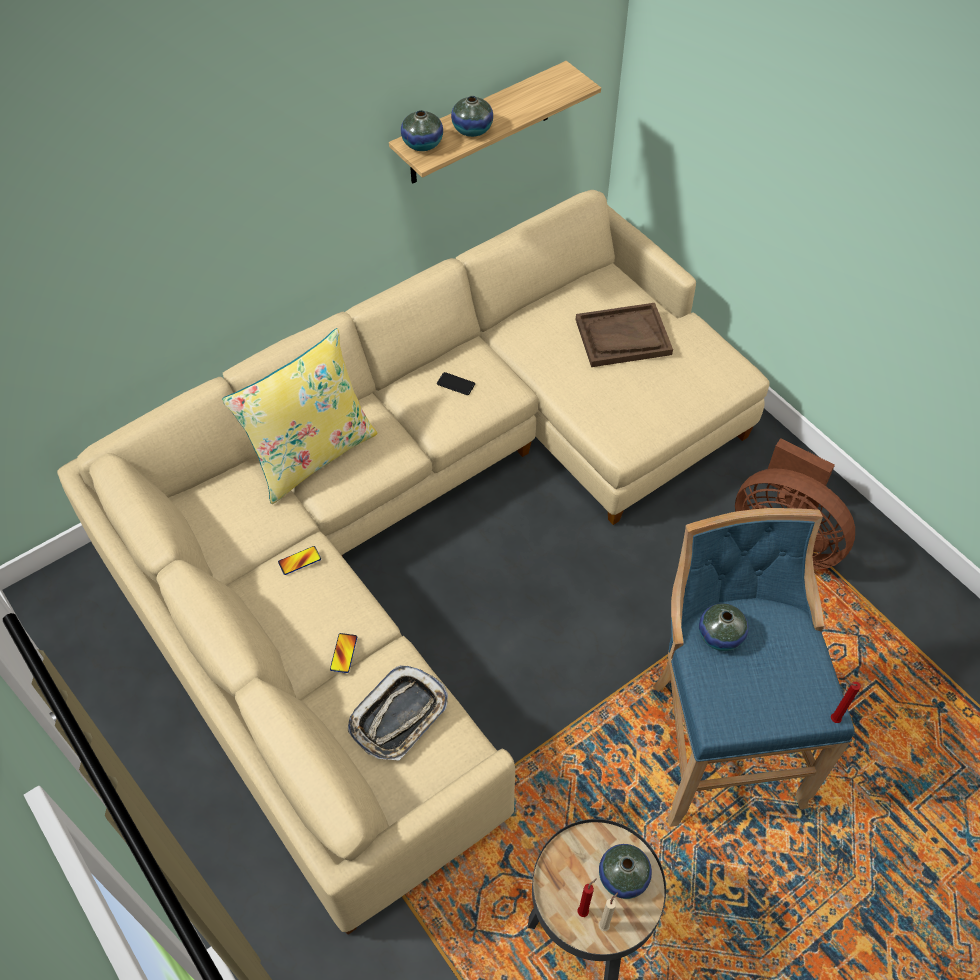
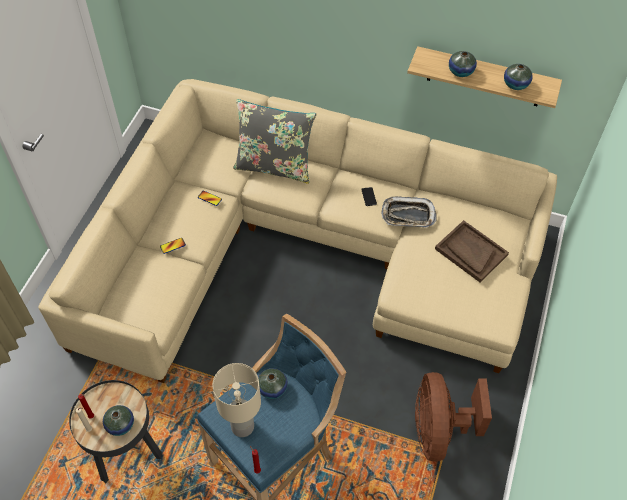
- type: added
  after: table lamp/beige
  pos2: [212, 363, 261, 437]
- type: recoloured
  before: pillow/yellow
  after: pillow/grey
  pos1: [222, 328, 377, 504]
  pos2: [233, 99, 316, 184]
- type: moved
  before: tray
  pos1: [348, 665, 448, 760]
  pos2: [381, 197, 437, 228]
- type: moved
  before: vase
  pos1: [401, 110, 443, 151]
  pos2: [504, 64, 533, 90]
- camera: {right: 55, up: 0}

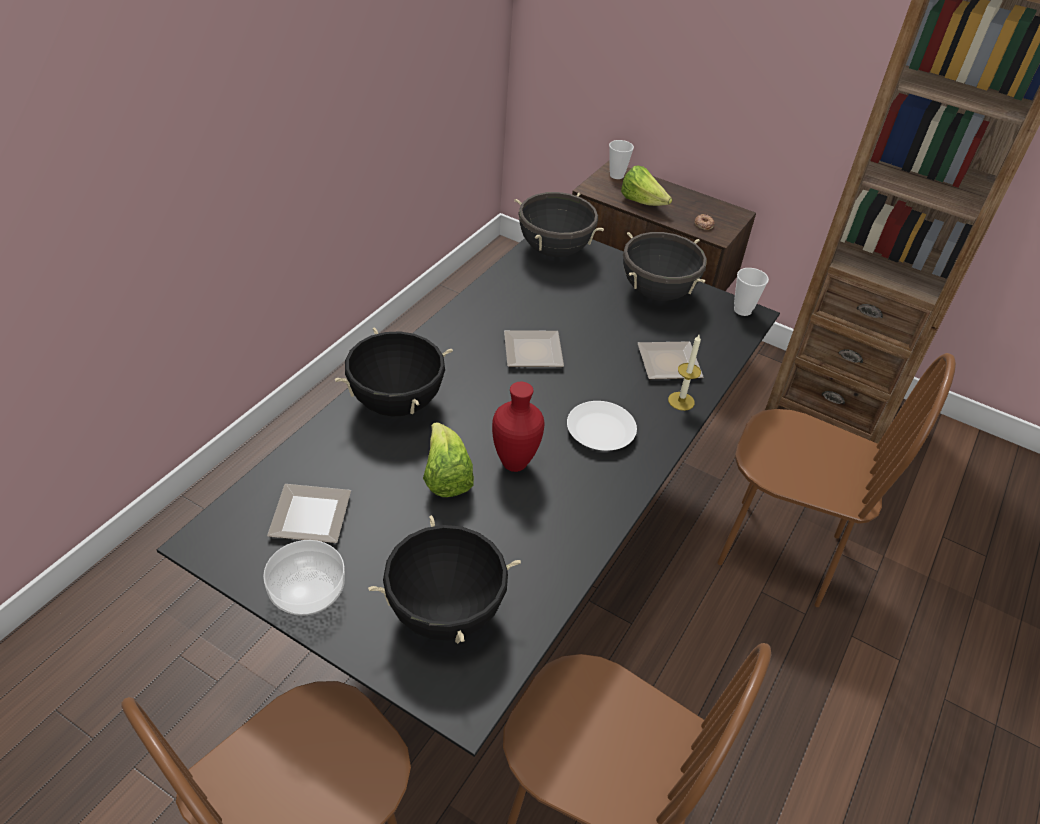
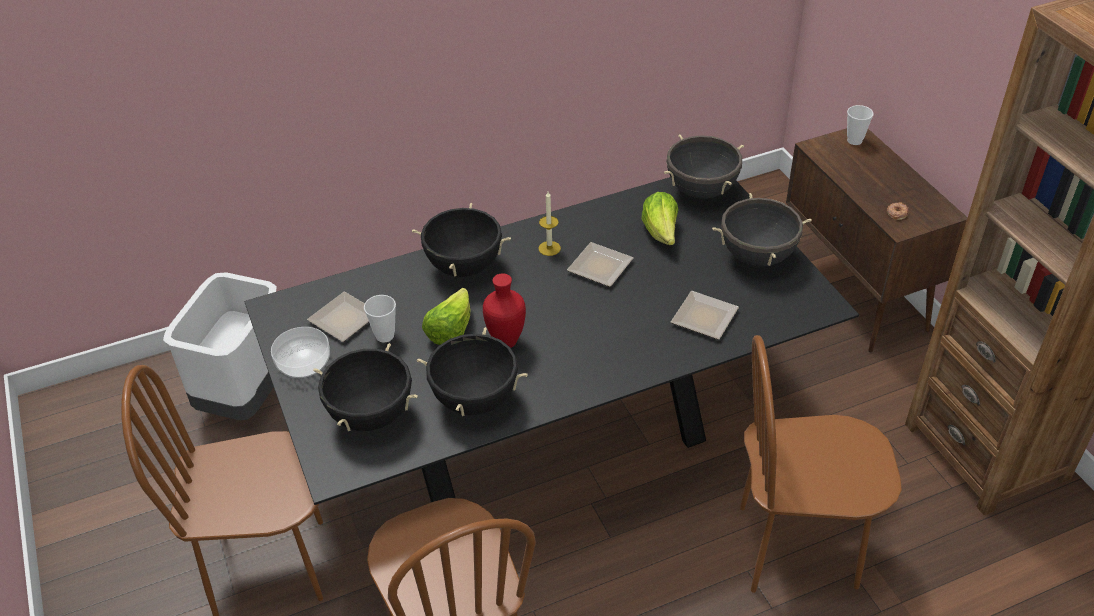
- type: added
  after: trash can/white
  pos2: [163, 272, 277, 420]
- type: moved
  before: cup
  pos1: [734, 268, 769, 316]
  pos2: [364, 295, 396, 342]
- type: added
  after: cooking pot/black
  pos2: [417, 327, 528, 416]
- type: moved
  before: candle
  pos1: [668, 335, 701, 411]
  pos2: [539, 192, 561, 256]
- type: moved
  before: lettuce
  pos1: [621, 166, 672, 206]
  pos2: [642, 192, 678, 245]
- type: turned
  before: chair/brown
  pos1: [717, 353, 956, 607]
  pos2: [740, 335, 902, 593]
  turn: 120
- type: removed
  before: plate/white
  pos1: [567, 401, 637, 451]
- camera: {right: 40, up: 0}

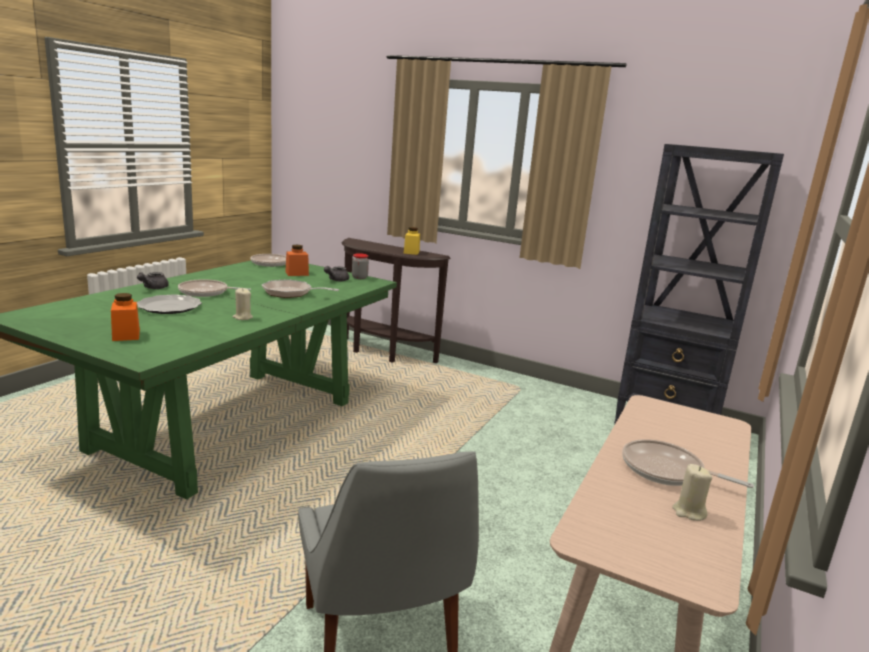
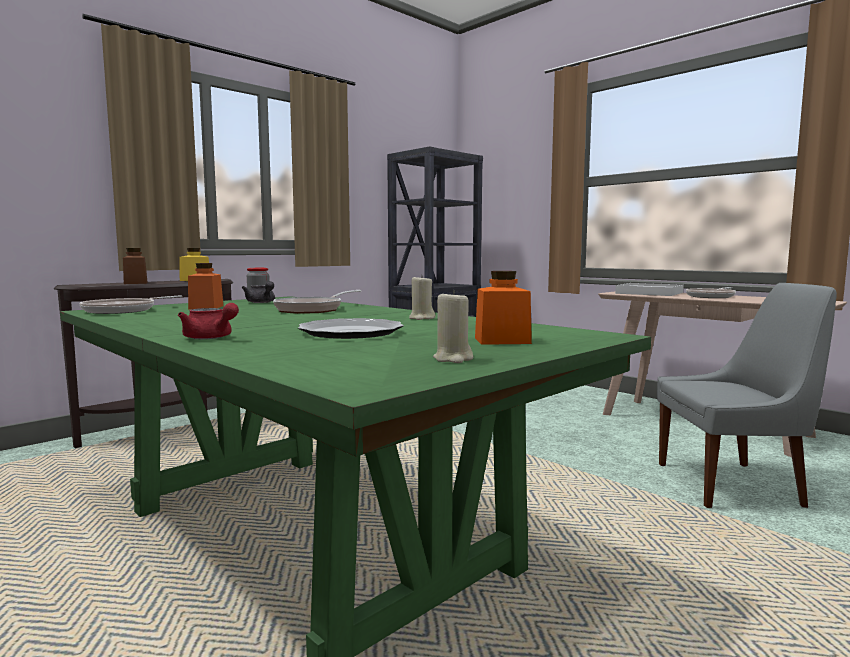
- type: added
  after: jar/brown
  pos2: [123, 248, 147, 284]
- type: recoloured
  before: teapot/grey
  after: teapot/red
  pos1: [137, 272, 169, 289]
  pos2: [178, 303, 239, 339]
- type: moved
  before: candle/beige
  pos1: [672, 464, 712, 521]
  pos2: [433, 290, 474, 363]
- type: added
  after: tray/white
  pos2: [615, 283, 684, 296]
- type: removed
  before: frying pan
  pos1: [178, 279, 251, 297]
- camera: {right: -70, up: -10}

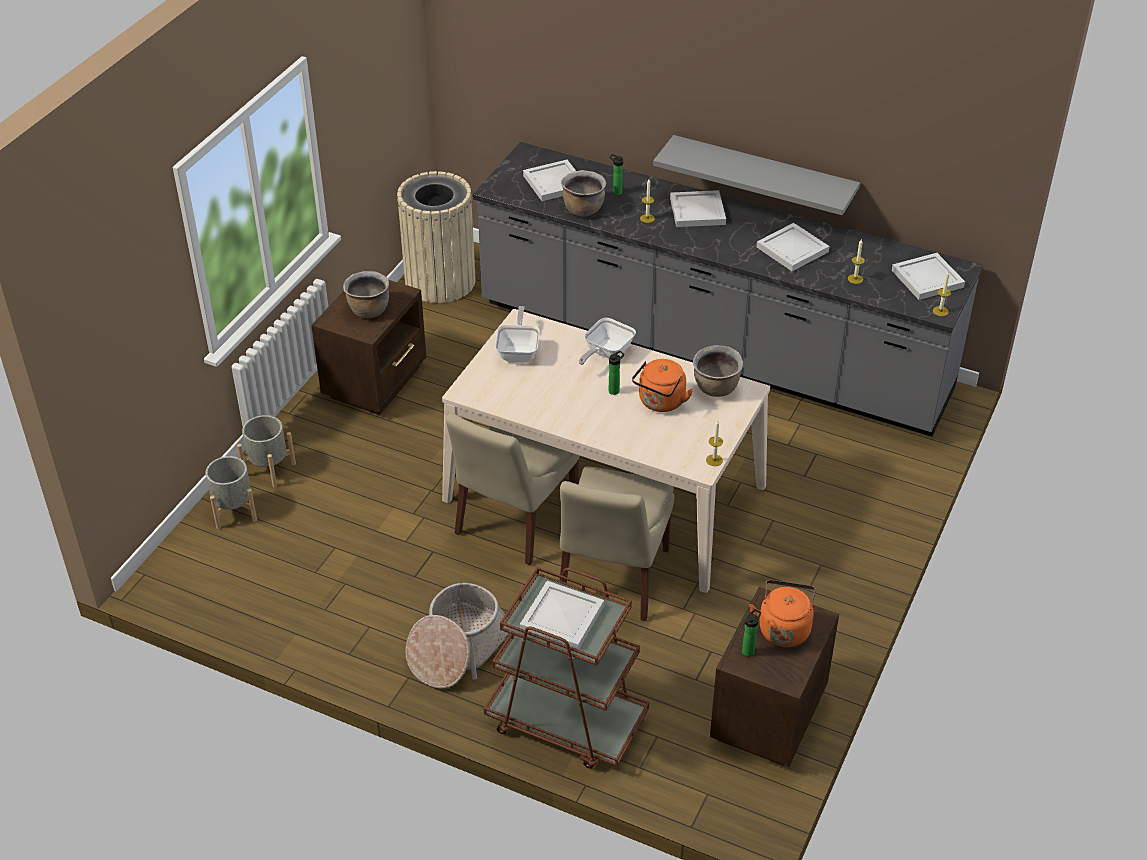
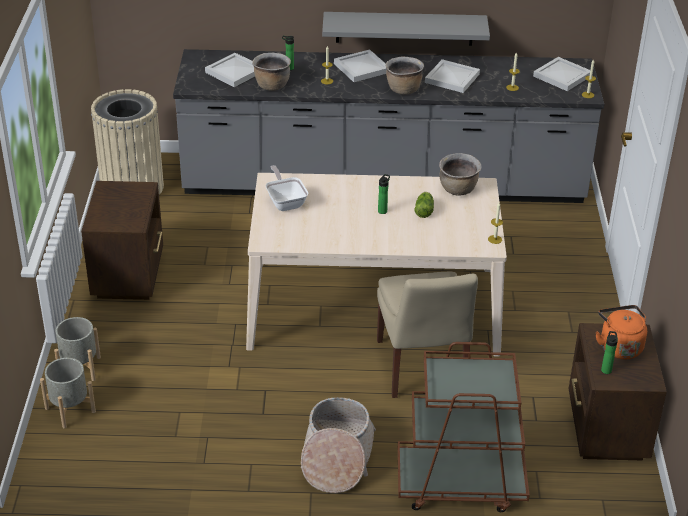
- type: moved
  before: cooking pot/brown
  pos1: [343, 271, 389, 318]
  pos2: [386, 56, 424, 95]
- type: replaced
  before: kettle/orange
  after: lettuce
  pos1: [632, 359, 693, 412]
  pos2: [415, 192, 434, 218]
- type: removed
  before: chair/beige
  pos1: [446, 413, 580, 565]
- type: removed
  before: tray/white
  pos1: [520, 581, 604, 650]
- type: removed
  before: frying pan
  pos1: [579, 318, 636, 365]
- camera: {right: -25, up: -5}

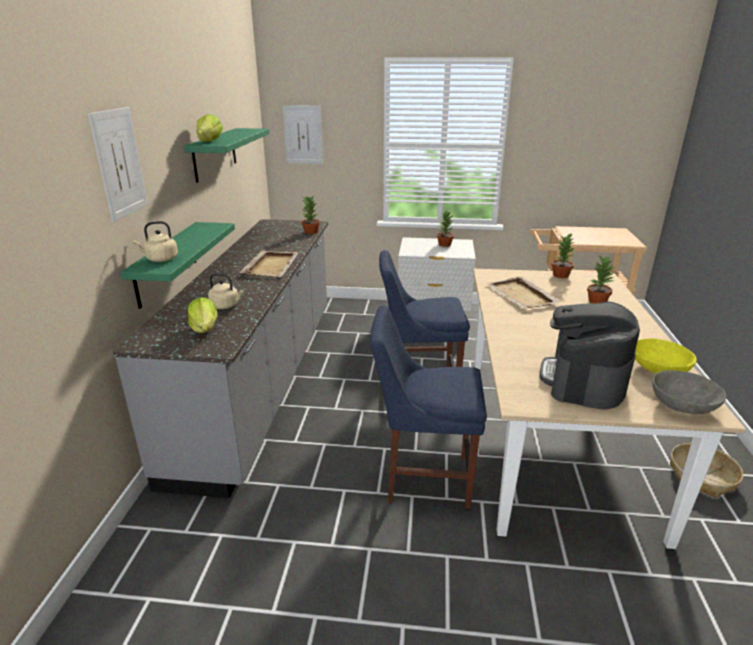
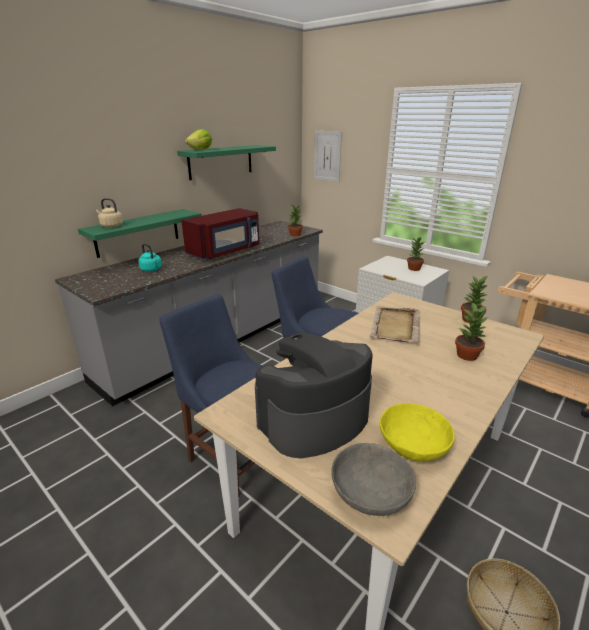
- type: recoloured
  before: kettle/beige
  after: kettle/turquoise
  pos1: [208, 273, 244, 309]
  pos2: [138, 243, 162, 272]
- type: replaced
  before: tray/beige
  after: microwave/red
  pos1: [240, 250, 299, 277]
  pos2: [181, 208, 259, 260]
- type: removed
  before: picture
  pos1: [88, 107, 148, 222]
- type: removed
  before: lettuce
  pos1: [187, 297, 218, 333]
- camera: {right: 35, up: 0}

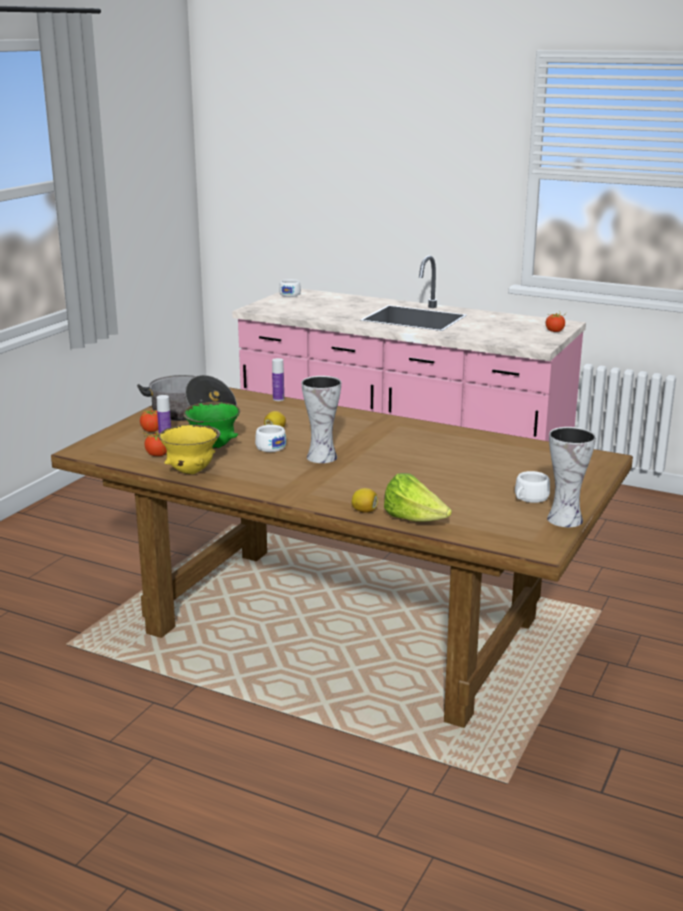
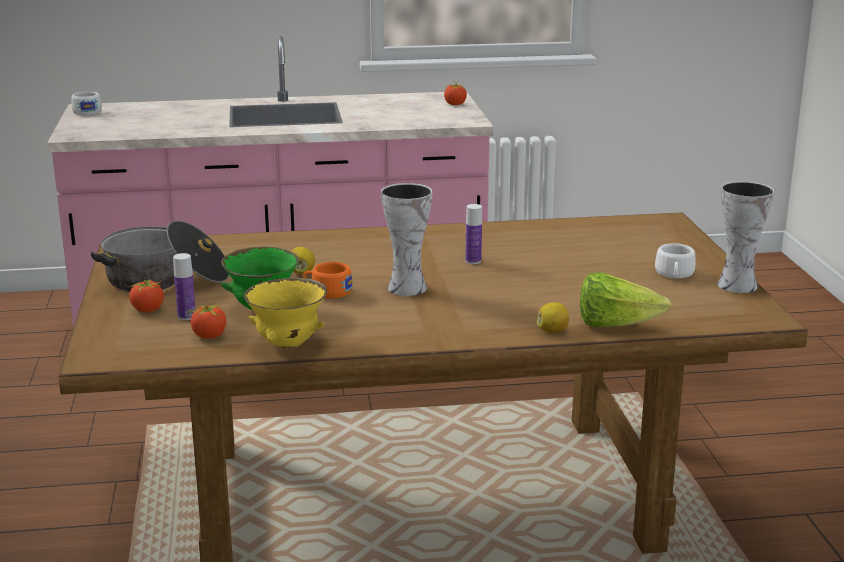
- type: recoloured
  before: cup/white
  after: cup/orange
  pos1: [255, 425, 286, 452]
  pos2: [303, 262, 353, 299]
- type: moved
  before: bottle
  pos1: [272, 358, 284, 401]
  pos2: [465, 204, 482, 264]
- camera: {right: -35, up: 0}

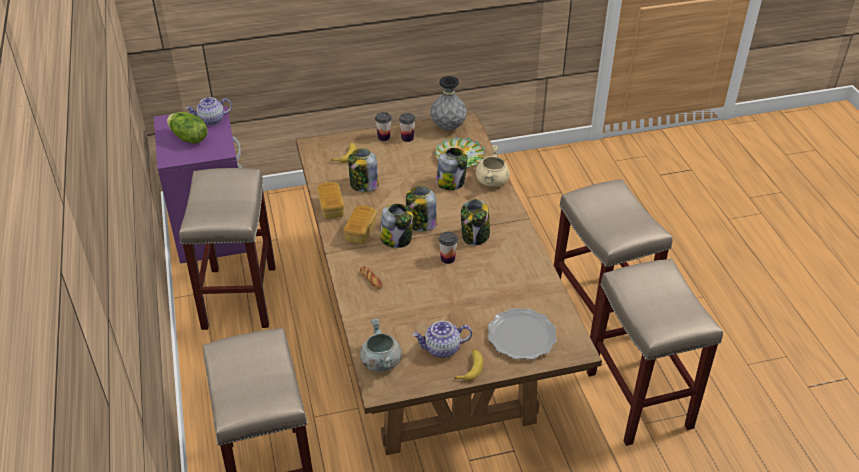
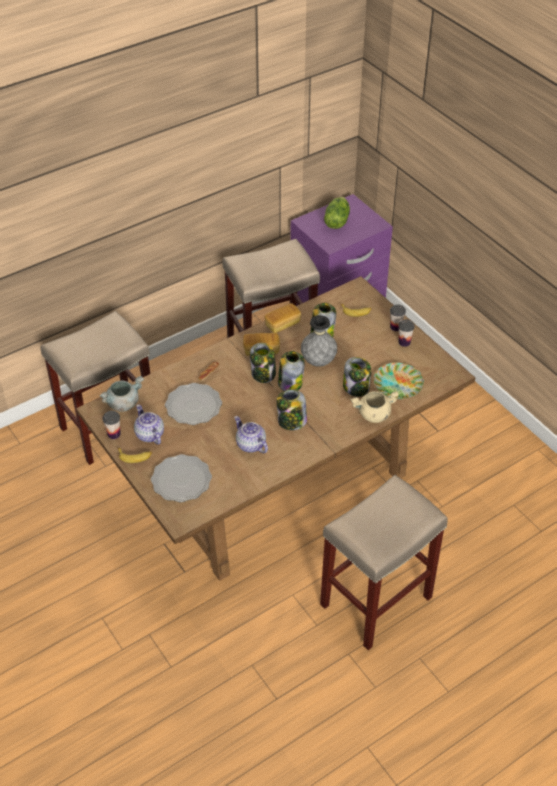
- type: moved
  before: cup
  pos1: [439, 231, 458, 264]
  pos2: [102, 411, 121, 439]
- type: added
  after: plate
  pos2: [165, 383, 222, 425]
- type: moved
  before: teapot
  pos1: [186, 97, 232, 125]
  pos2: [234, 416, 268, 453]
- type: moved
  before: vase/grey
  pos1: [430, 76, 467, 131]
  pos2: [301, 315, 337, 367]
- type: removed
  before: stool/beige
  pos1: [587, 259, 723, 446]
- camera: {right: 70, up: 5}

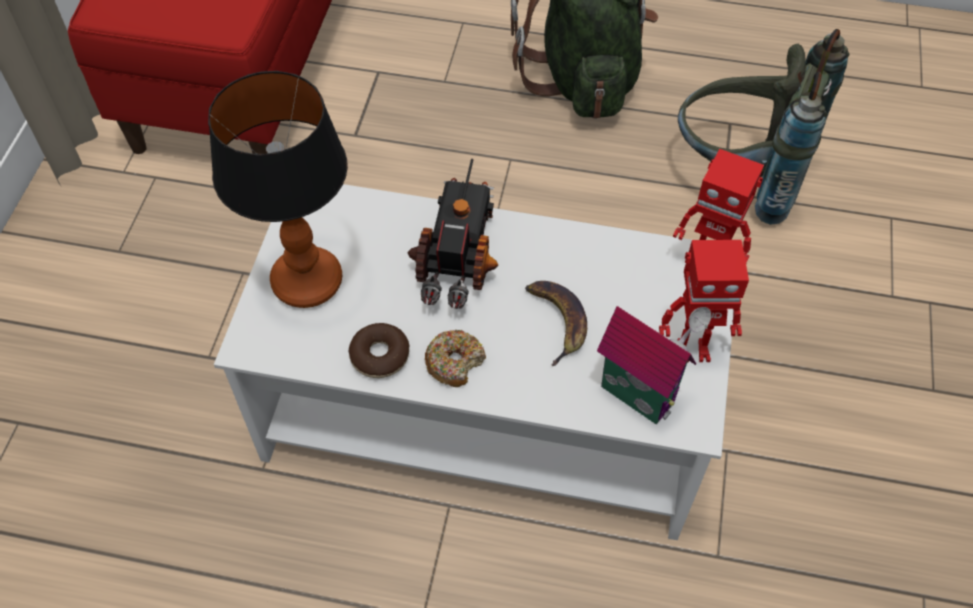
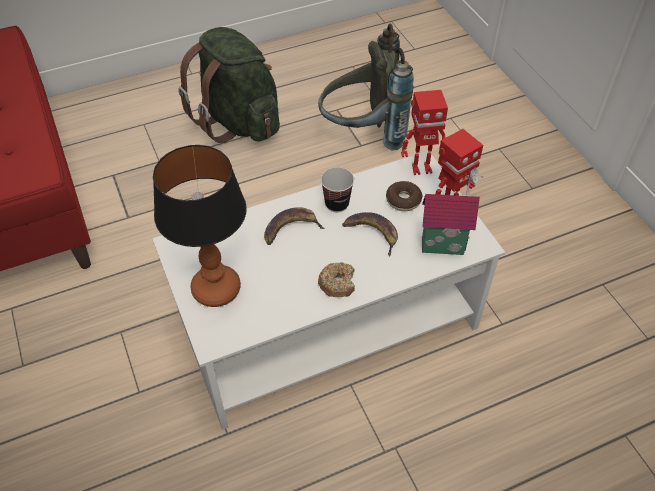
- type: replaced
  before: toy truck
  after: banana
  pos1: [407, 159, 498, 309]
  pos2: [264, 207, 325, 245]
- type: added
  after: cup
  pos2: [321, 167, 354, 212]
- type: moved
  before: donut
  pos1: [348, 323, 410, 378]
  pos2: [386, 181, 422, 211]
- camera: {right: -35, up: -5}

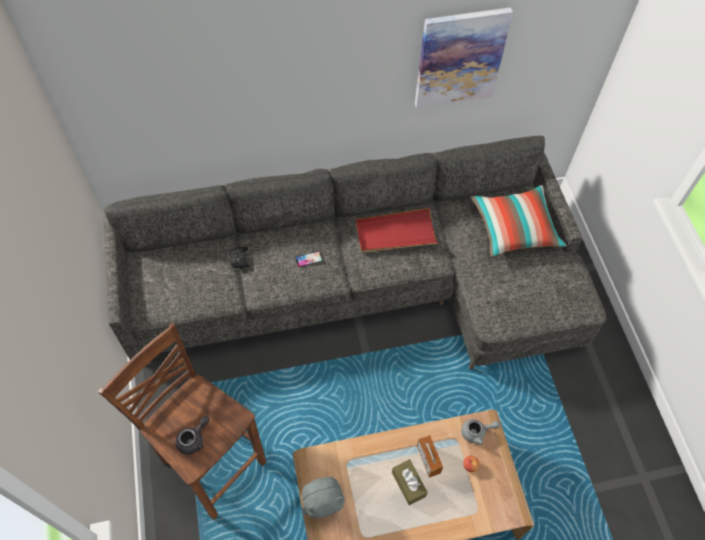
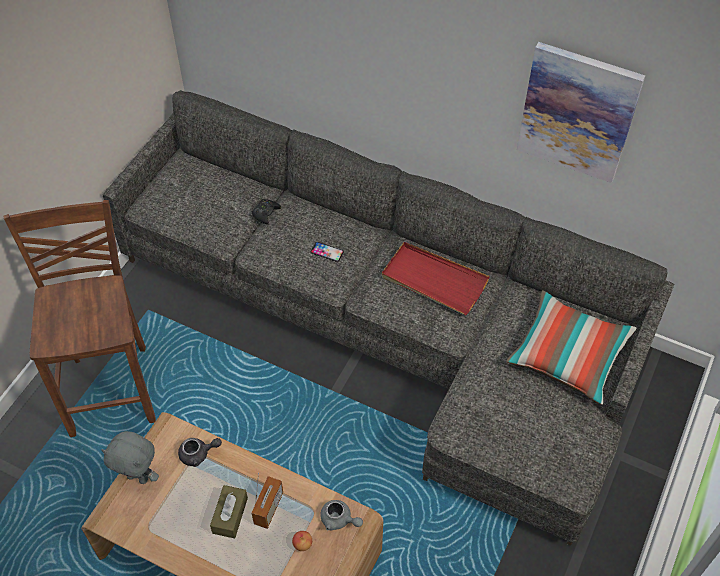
- type: moved
  before: teapot/grey
  pos1: [175, 416, 209, 454]
  pos2: [178, 438, 222, 467]
- camera: {right: 40, up: -5}

